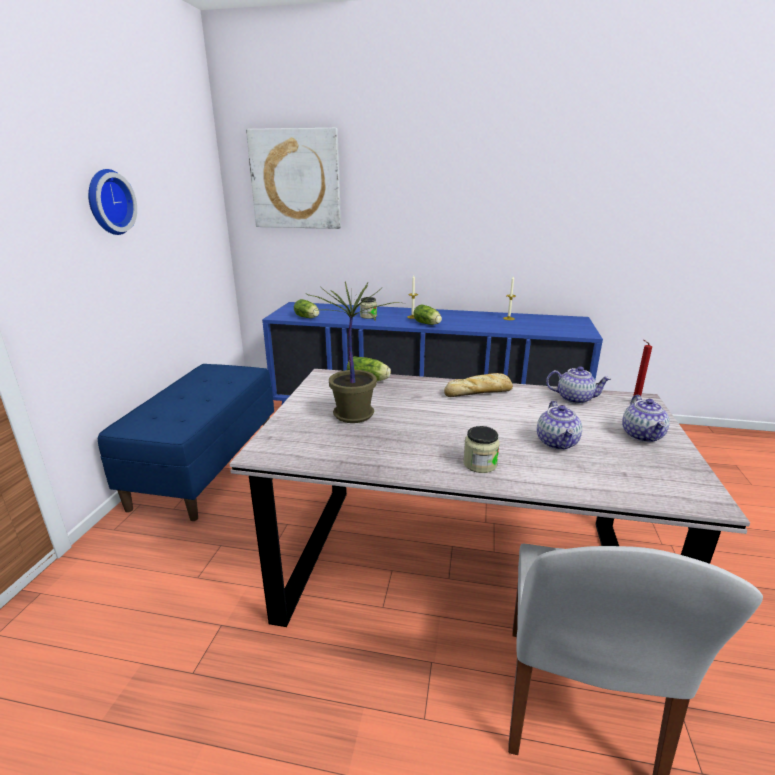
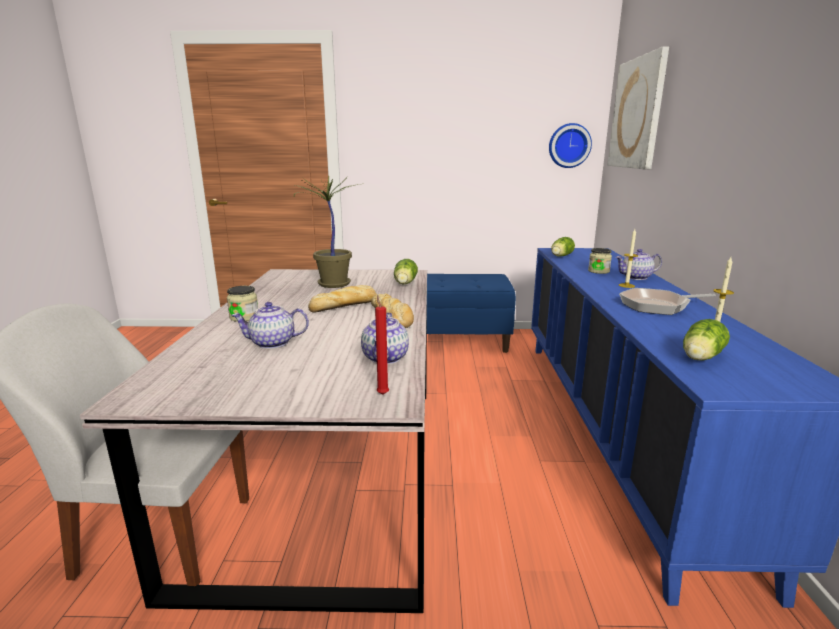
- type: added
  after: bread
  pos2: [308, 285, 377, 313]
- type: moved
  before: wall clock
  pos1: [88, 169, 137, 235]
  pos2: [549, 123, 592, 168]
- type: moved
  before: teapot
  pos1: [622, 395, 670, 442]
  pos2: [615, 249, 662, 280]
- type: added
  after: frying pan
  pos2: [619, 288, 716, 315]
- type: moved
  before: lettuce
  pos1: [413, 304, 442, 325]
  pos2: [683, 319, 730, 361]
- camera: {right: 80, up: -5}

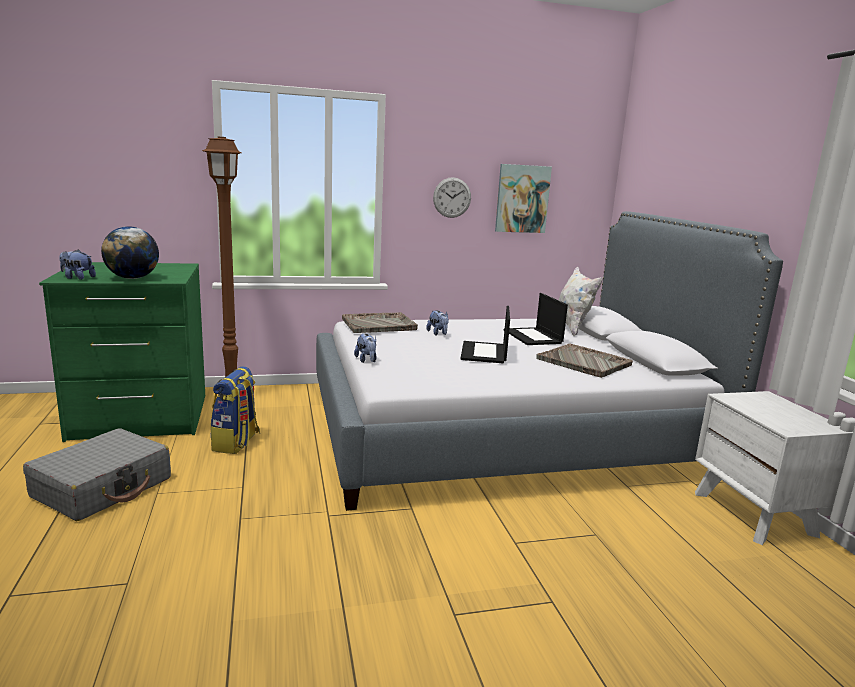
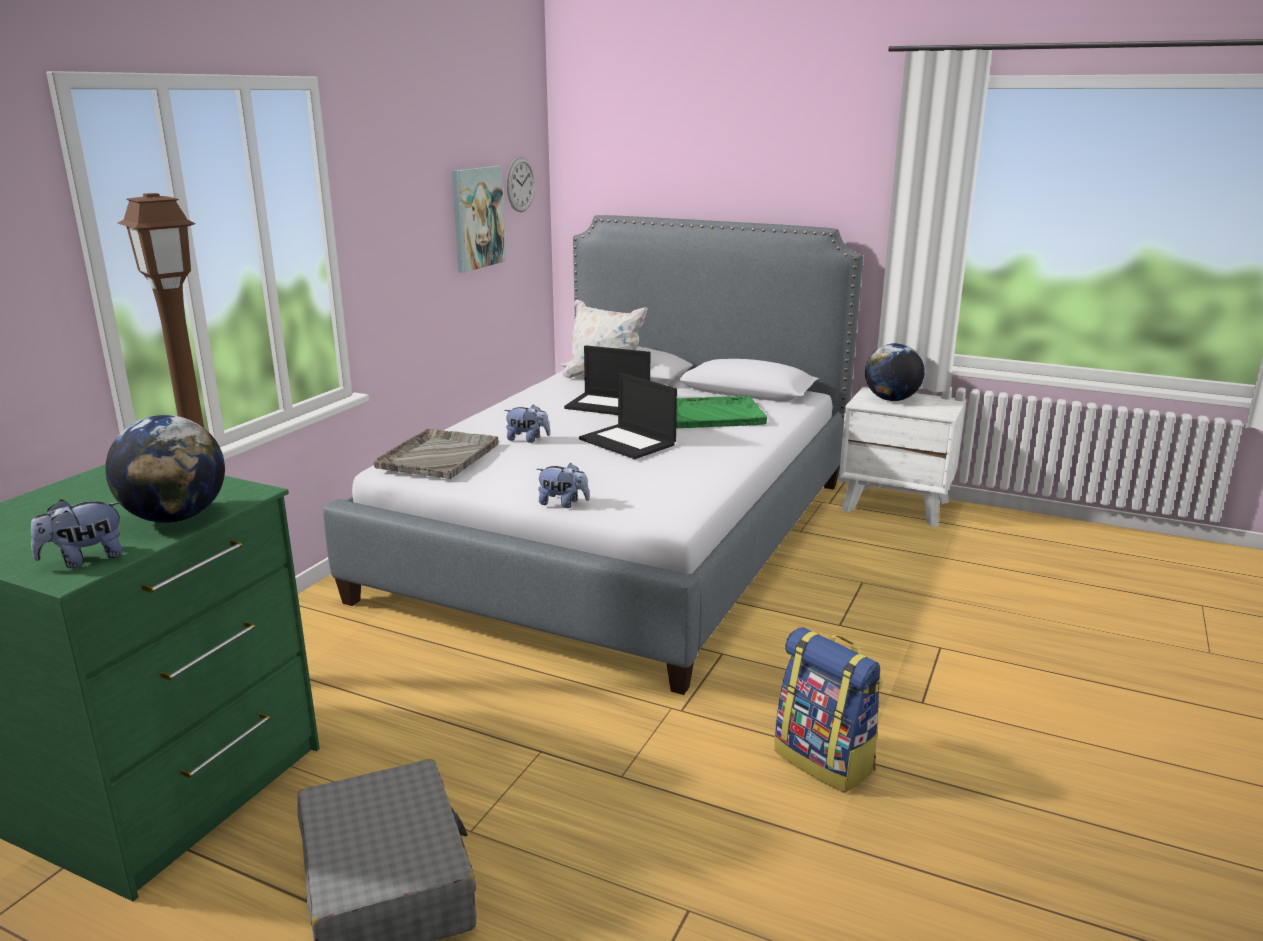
- type: moved
  before: wall clock
  pos1: [433, 177, 471, 218]
  pos2: [506, 157, 535, 212]
- type: recoloured
  before: tray/grey
  after: tray/green
  pos1: [536, 343, 633, 378]
  pos2: [676, 396, 767, 428]
- type: moved
  before: backpack
  pos1: [210, 366, 260, 454]
  pos2: [774, 627, 883, 793]
- type: added
  after: globe
  pos2: [865, 343, 925, 401]
- camera: {right: -50, up: 5}

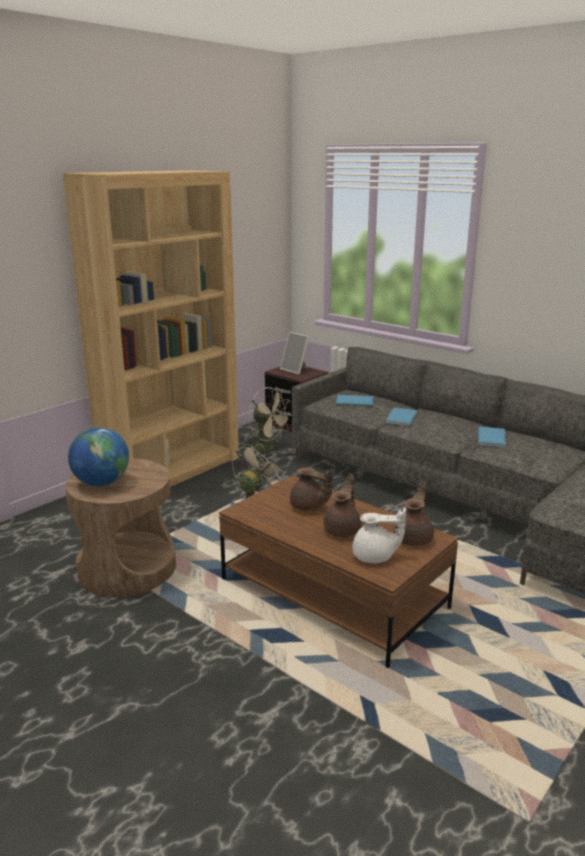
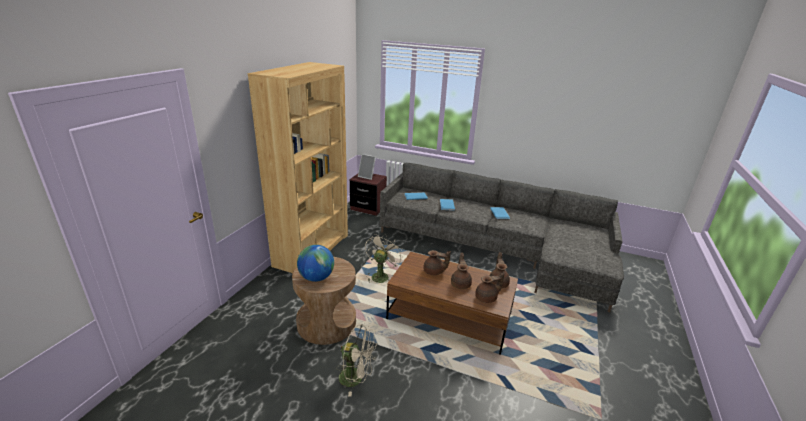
- type: moved
  before: fan/beige
  pos1: [249, 387, 292, 455]
  pos2: [336, 324, 378, 397]
- type: recoloured
  before: teapot/white
  after: teapot/brown
  pos1: [352, 508, 406, 563]
  pos2: [475, 271, 505, 303]
- camera: {right: -20, up: 5}

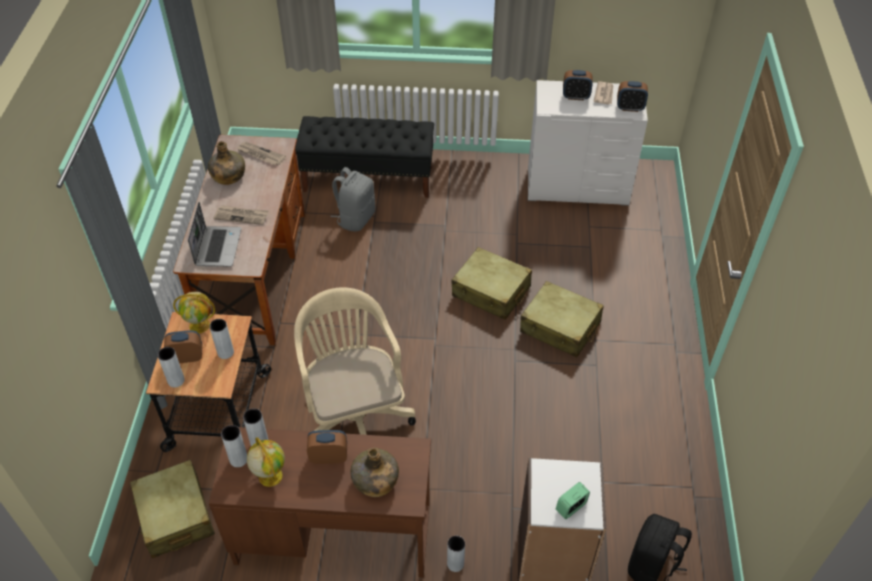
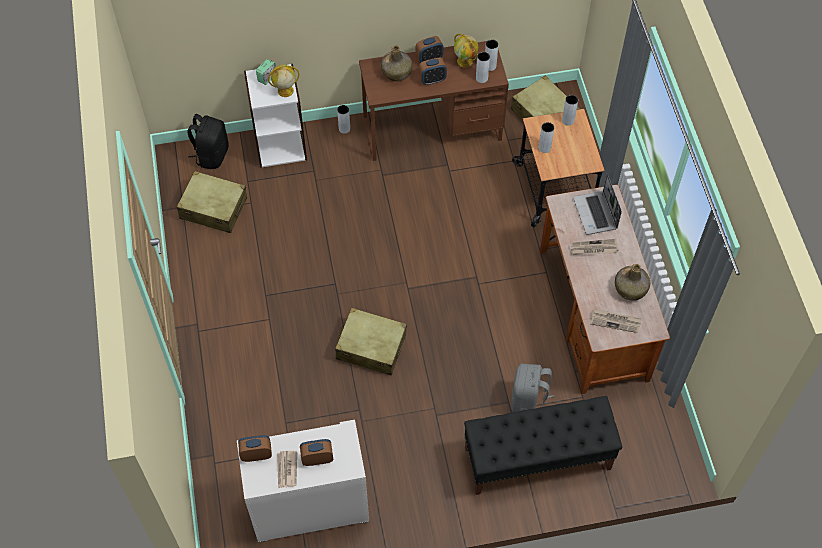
- type: moved
  before: suitcase/beige
  pos1: [520, 281, 604, 357]
  pos2: [177, 171, 247, 233]
- type: moved
  before: globe
  pos1: [173, 292, 215, 333]
  pos2: [268, 64, 299, 97]
- type: moved
  before: alarm clock
  pos1: [164, 330, 202, 363]
  pos2: [415, 36, 444, 63]
- type: removed
  before: office chair/beige
  pos1: [294, 287, 416, 435]
- camera: {right: 165, up: 10}

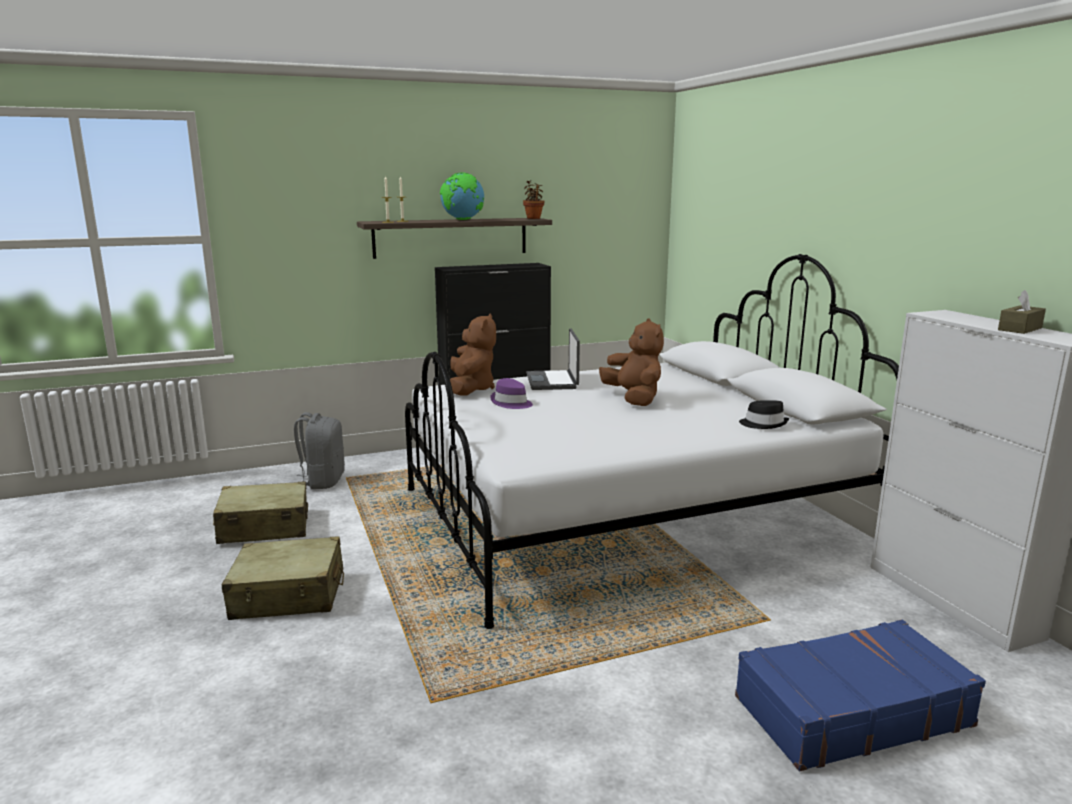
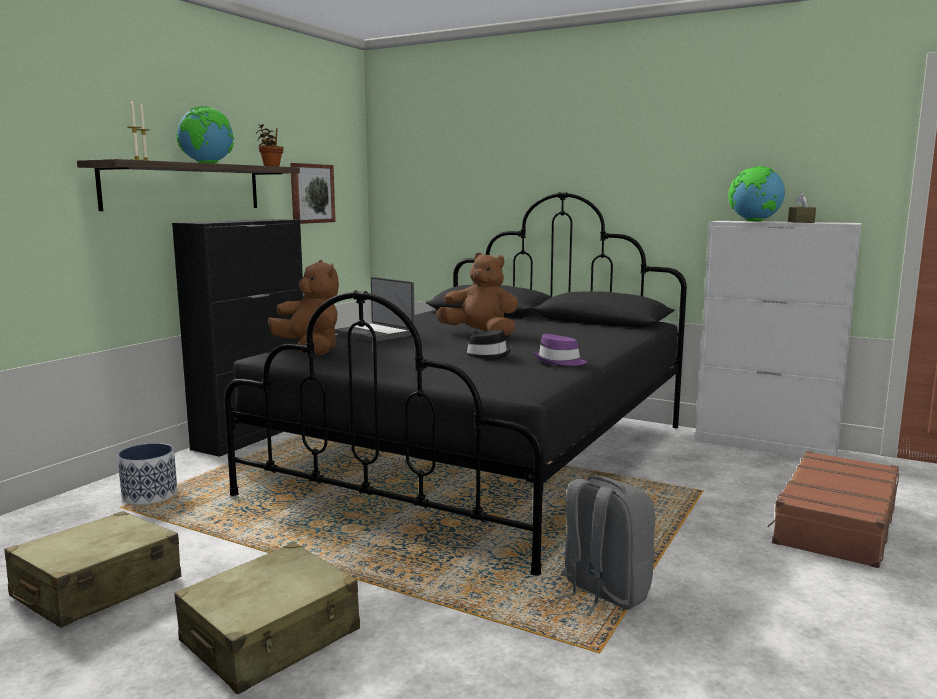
- type: added
  after: planter
  pos2: [117, 443, 177, 505]
- type: recoloured
  before: bed/white
  after: bed/black
  pos1: [405, 254, 899, 629]
  pos2: [224, 192, 687, 576]
- type: added
  after: picture
  pos2: [290, 163, 335, 224]
- type: moved
  before: hat/black
  pos1: [739, 401, 789, 429]
  pos2: [461, 330, 512, 361]
- type: moved
  before: hat/purple
  pos1: [490, 378, 533, 409]
  pos2: [534, 334, 586, 366]
- type: moved
  before: backpack/grey
  pos1: [294, 412, 345, 489]
  pos2: [555, 475, 655, 616]
- type: added
  after: globe
  pos2: [728, 166, 785, 222]
- type: recoloured
  before: suitcase/blue
  after: suitcase/brown
  pos1: [735, 619, 986, 771]
  pos2: [768, 451, 899, 568]
- camera: {right: -40, up: -5}

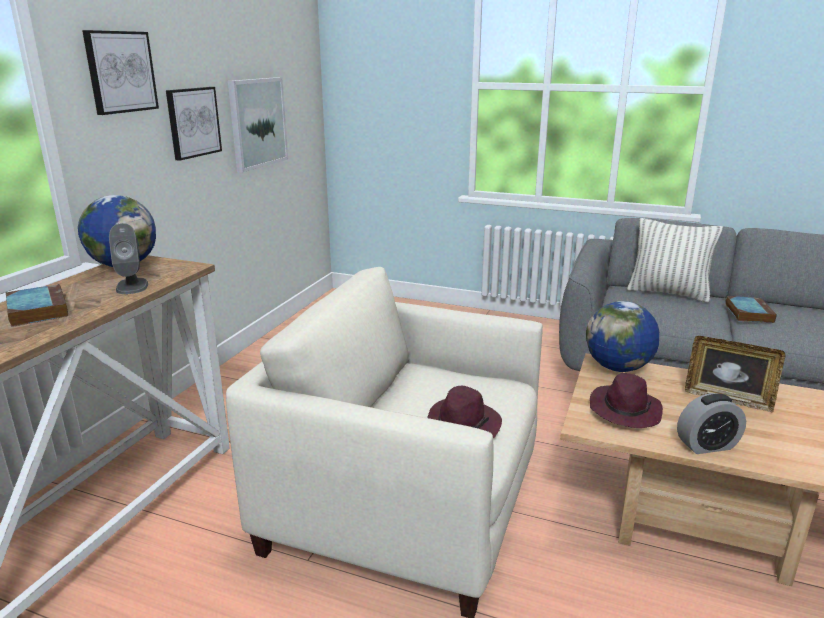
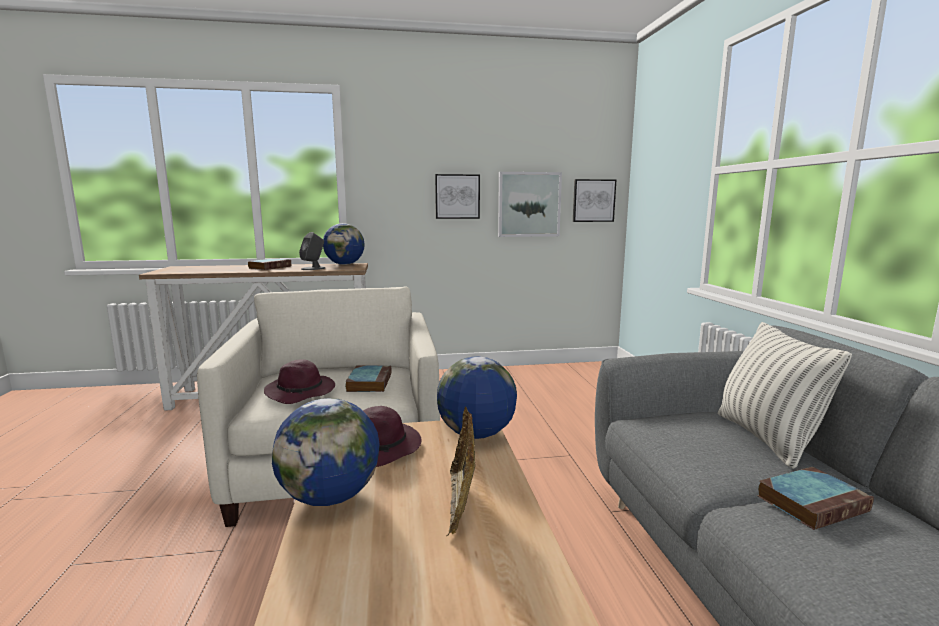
- type: replaced
  before: alarm clock
  after: globe
  pos1: [677, 393, 746, 454]
  pos2: [272, 398, 380, 506]
- type: added
  after: book
  pos2: [345, 365, 391, 392]
- type: moved
  before: picture
  pos1: [82, 30, 159, 115]
  pos2: [573, 179, 616, 222]
- camera: {right: 60, up: -10}

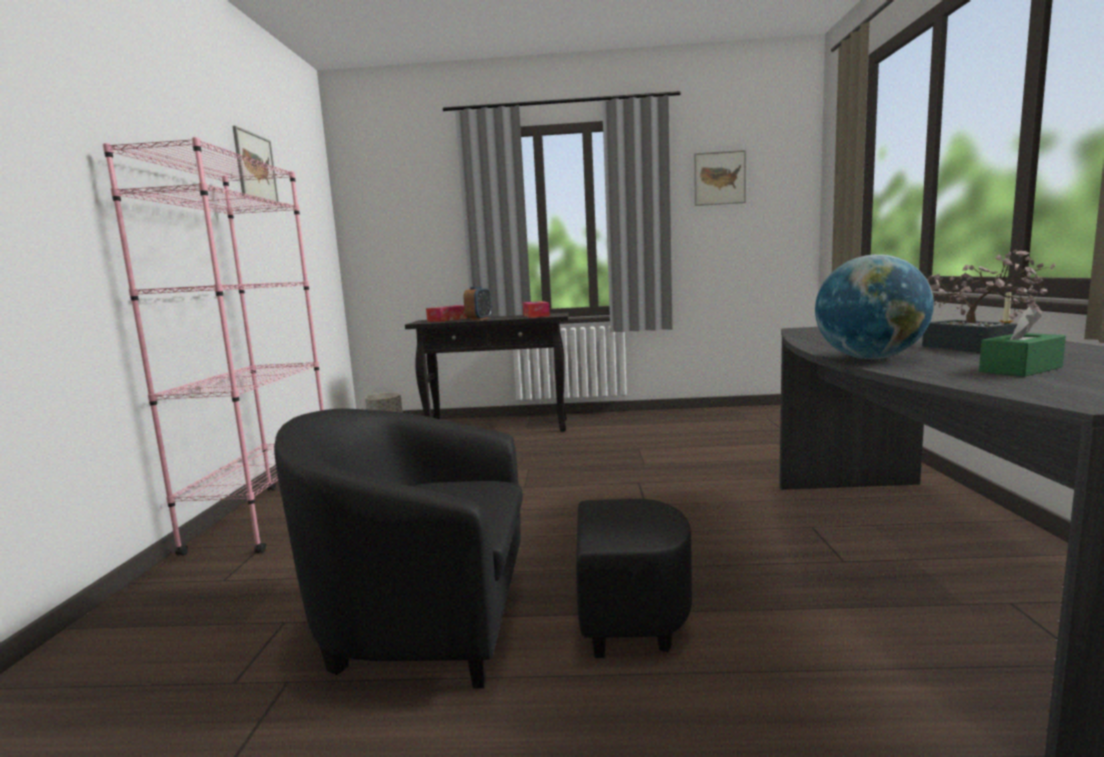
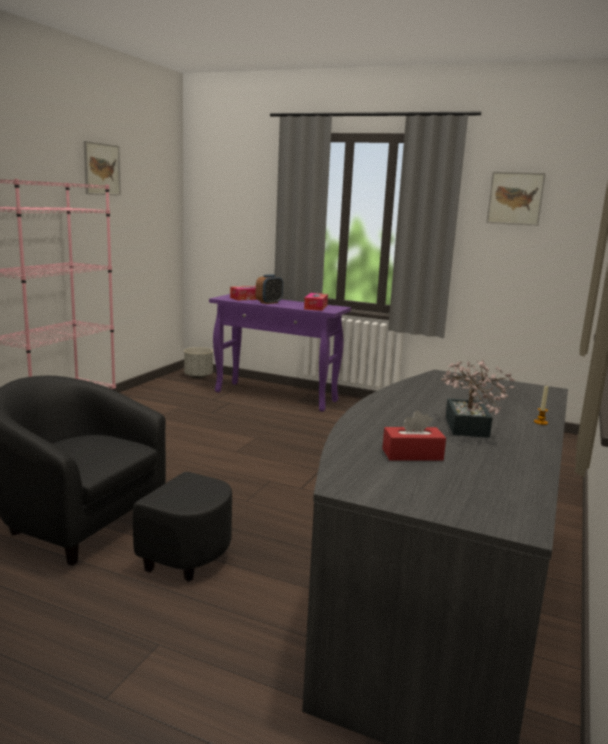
- type: recoloured
  before: console table/black
  after: console table/purple
  pos1: [405, 313, 569, 431]
  pos2: [209, 294, 351, 412]
- type: recoloured
  before: tissue box/green
  after: tissue box/red
  pos1: [979, 306, 1066, 377]
  pos2: [382, 410, 446, 461]
- type: removed
  before: globe
  pos1: [815, 254, 934, 359]
- camera: {right: 20, up: 5}

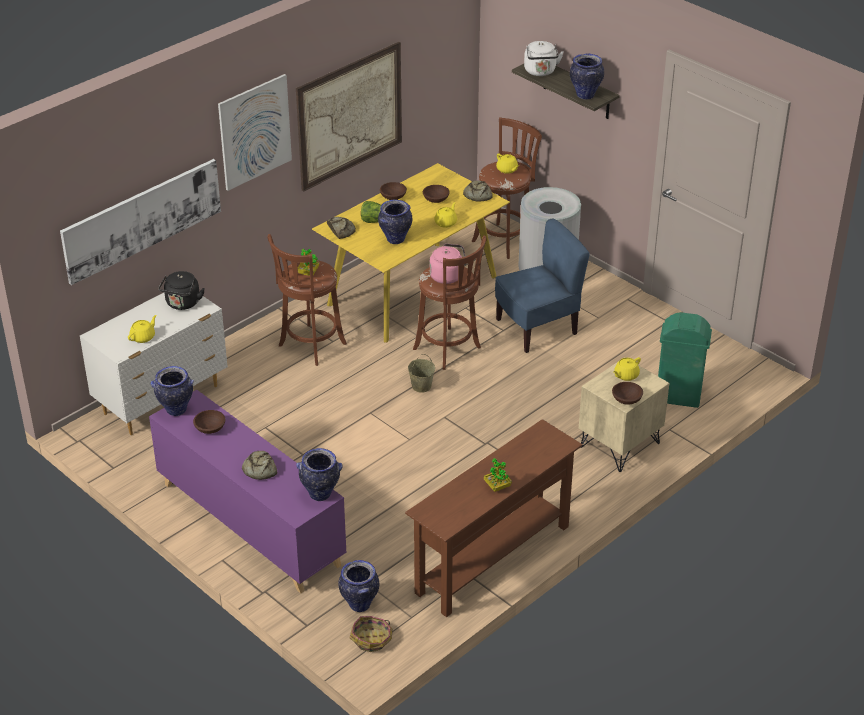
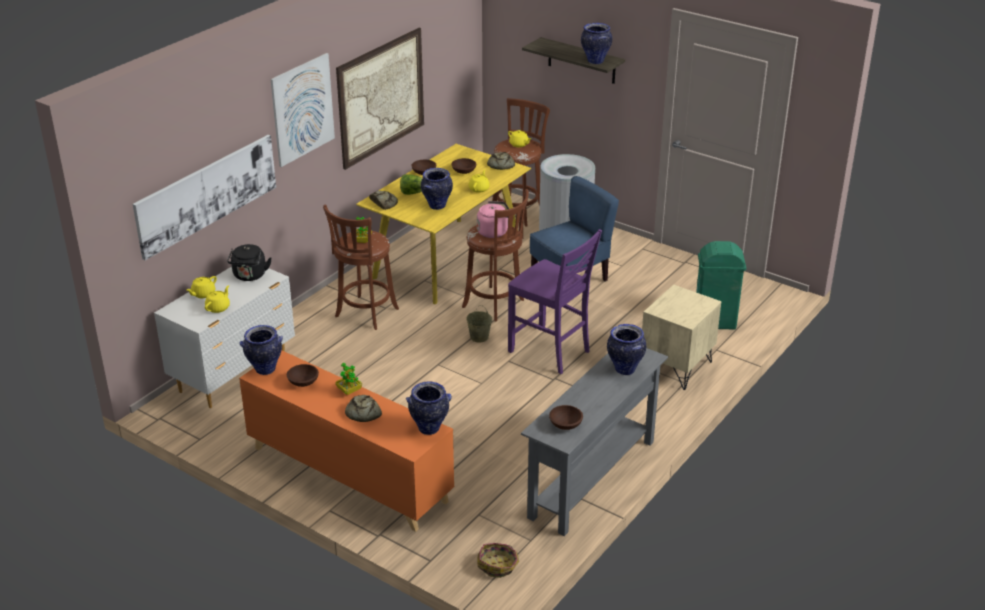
- type: moved
  before: teapot/yellow
  pos1: [613, 357, 641, 381]
  pos2: [186, 276, 217, 298]
- type: recoloured
  before: cabinet/purple
  after: cabinet/orange
  pos1: [149, 390, 347, 593]
  pos2: [239, 350, 454, 532]
- type: moved
  before: potted plant
  pos1: [484, 458, 512, 492]
  pos2: [335, 363, 362, 395]
- type: added
  after: chair/purple
  pos2: [508, 229, 602, 374]
- type: recoloured
  before: console table/brown
  after: console table/grey
  pos1: [405, 419, 583, 617]
  pos2: [521, 348, 668, 536]
- type: moved
  before: bowl/brown
  pos1: [612, 382, 643, 405]
  pos2: [549, 405, 583, 430]
- type: moved
  before: vase
  pos1: [339, 560, 379, 612]
  pos2: [607, 324, 646, 375]
- type: removed
  before: kettle/white
  pos1: [524, 41, 564, 76]
- camera: {right: -10, up: -5}

